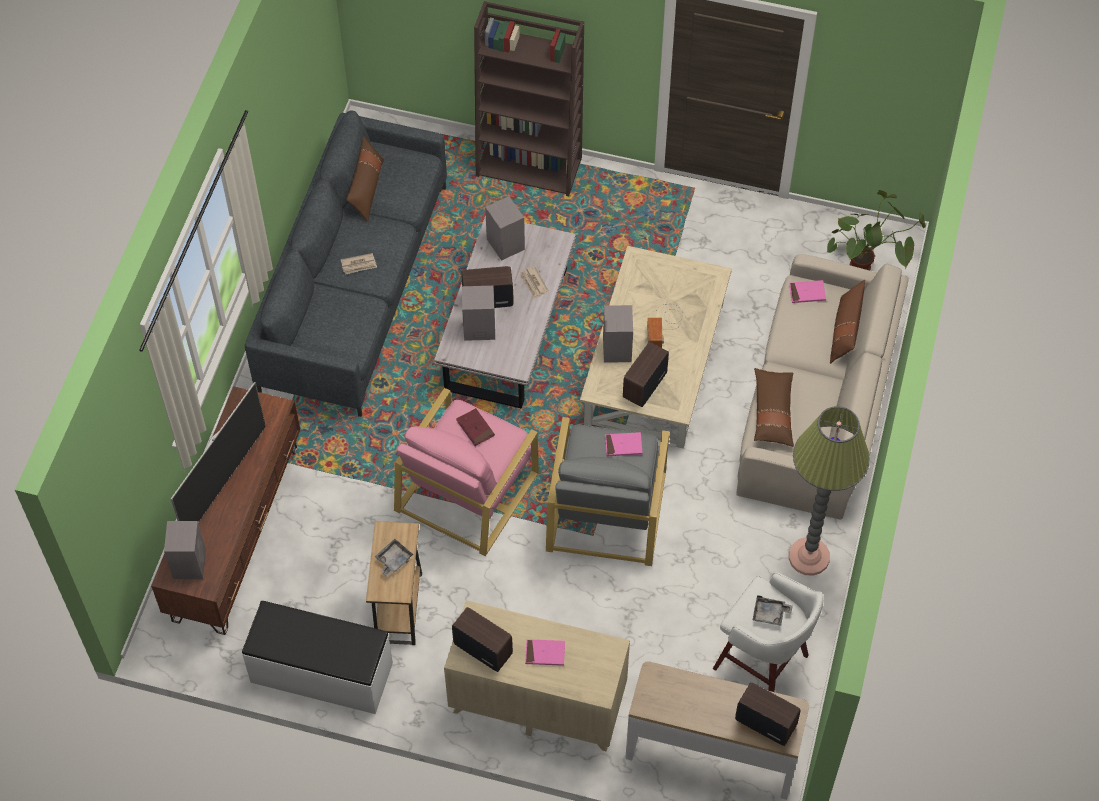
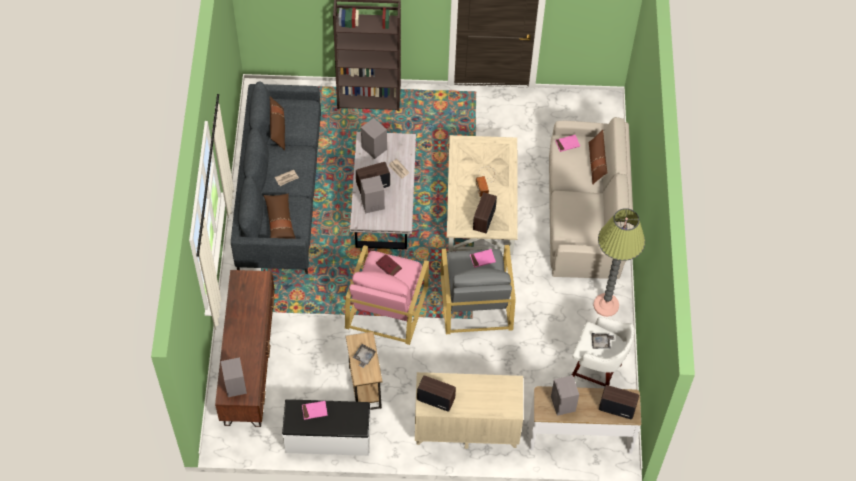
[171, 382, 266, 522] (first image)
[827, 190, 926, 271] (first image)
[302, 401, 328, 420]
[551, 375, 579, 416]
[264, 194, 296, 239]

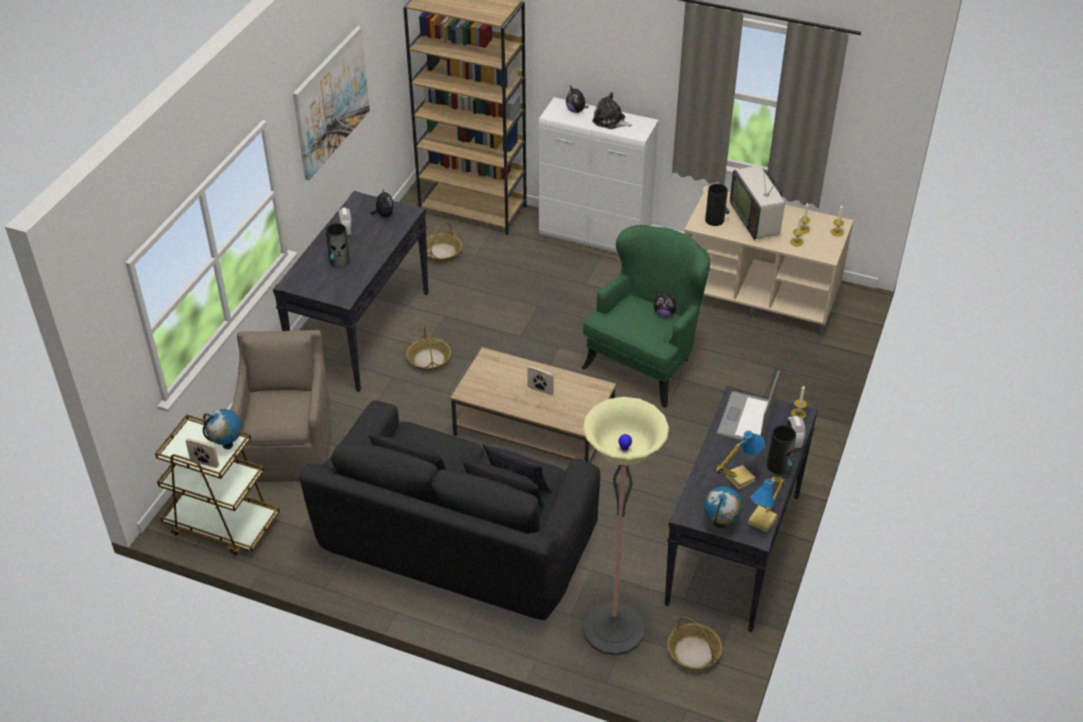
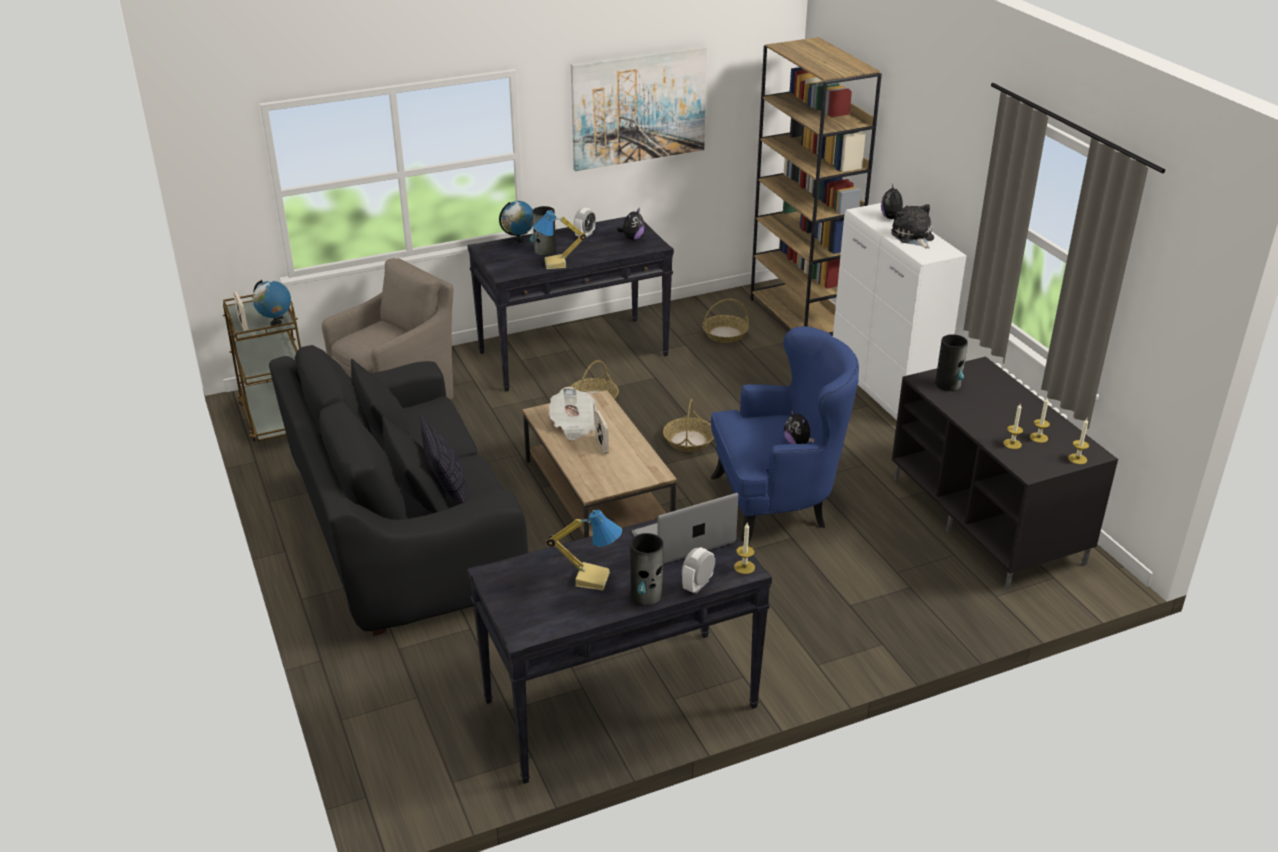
[583, 397, 669, 656] (first image)
[730, 158, 785, 240] (first image)
[548, 387, 597, 440]
[663, 399, 714, 452]
[499, 201, 533, 243]
[533, 210, 586, 269]
[711, 326, 859, 546]
[892, 357, 1118, 590]

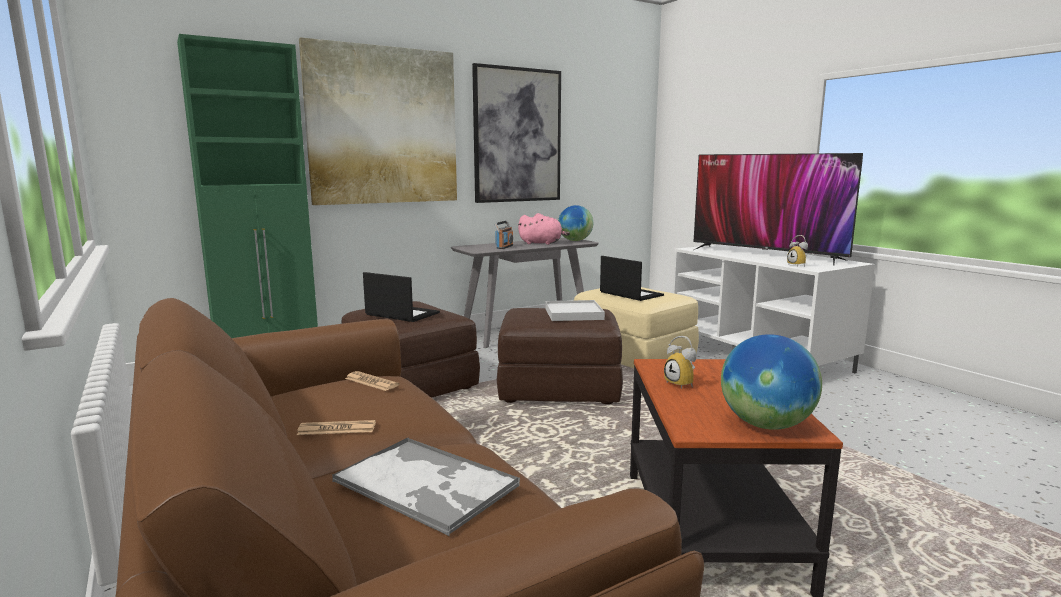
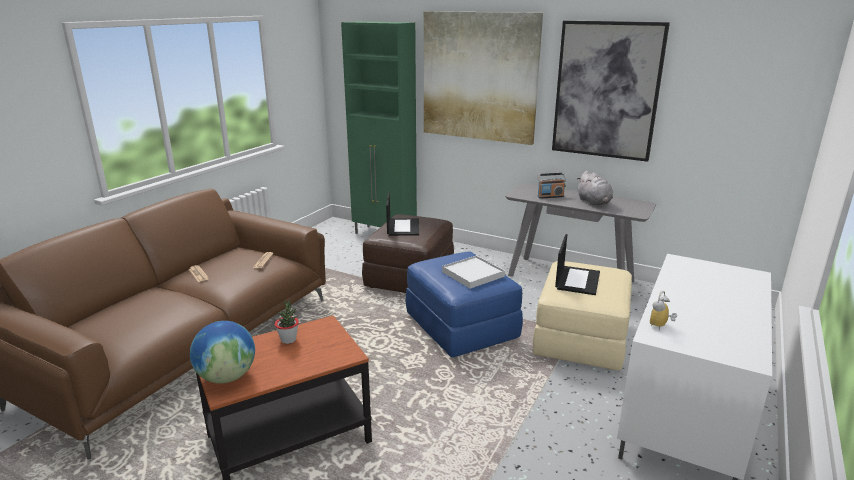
[332, 437, 520, 536] (first image)
[558, 205, 593, 241] (first image)
[693, 153, 863, 266] (first image)
[275, 300, 299, 344]
[405, 252, 523, 357]
[577, 171, 613, 206]

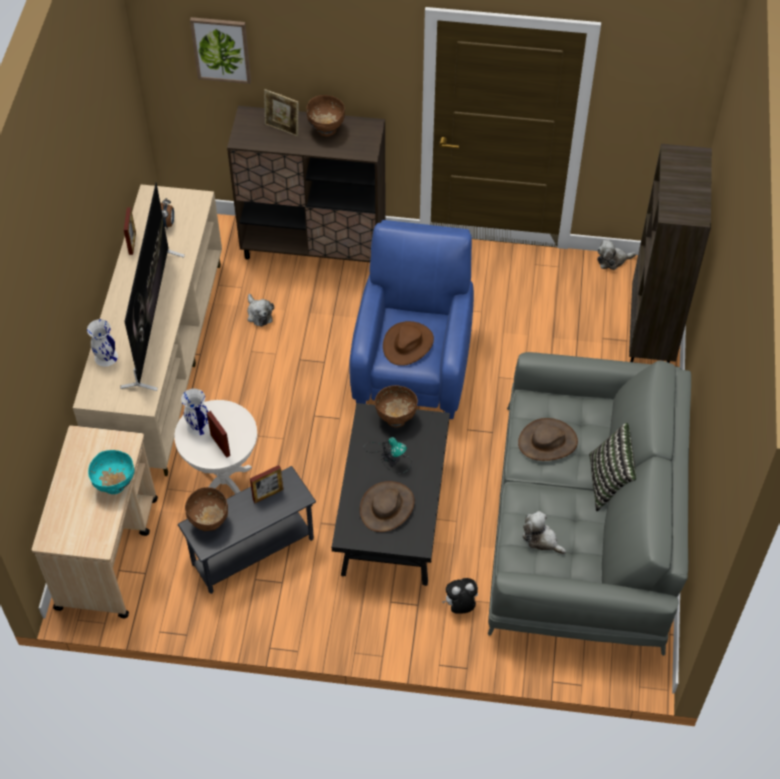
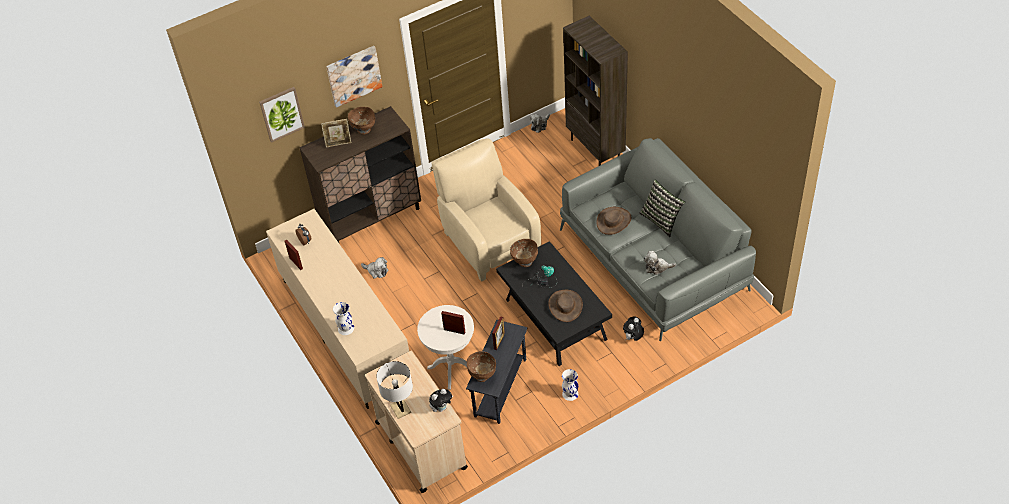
[88, 450, 134, 494] (first image)
[120, 182, 185, 391] (first image)
[383, 321, 434, 366] (first image)
[326, 46, 382, 108]
[376, 361, 413, 419]
[429, 389, 453, 412]
[562, 369, 578, 401]
[432, 138, 541, 282]

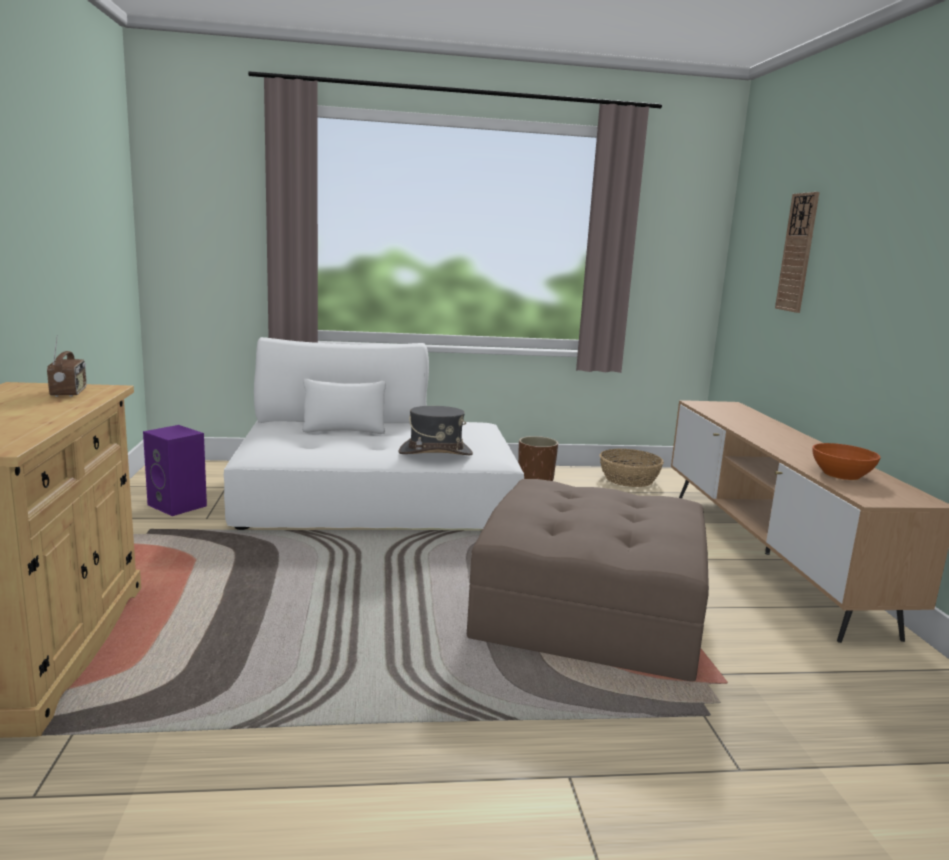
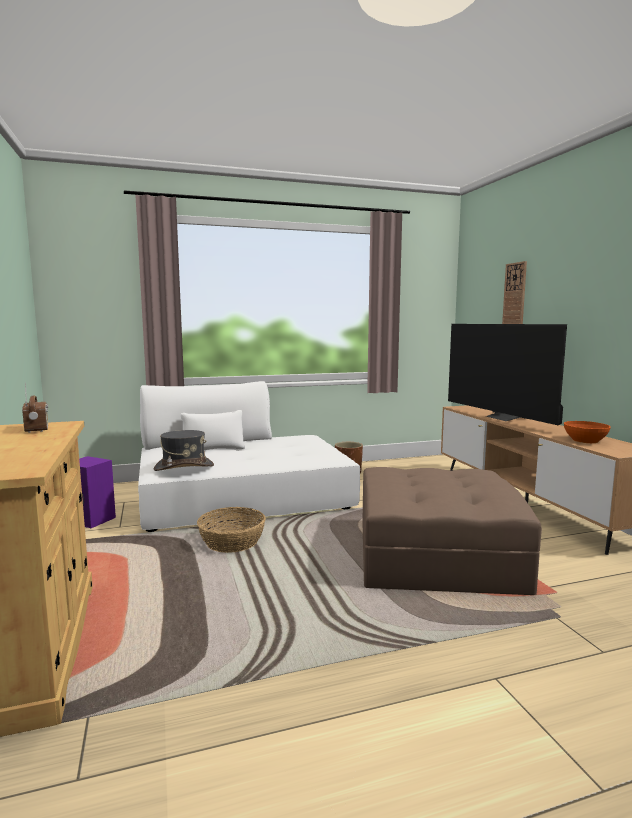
[448, 324, 567, 425]
[154, 430, 214, 471]
[197, 507, 266, 553]

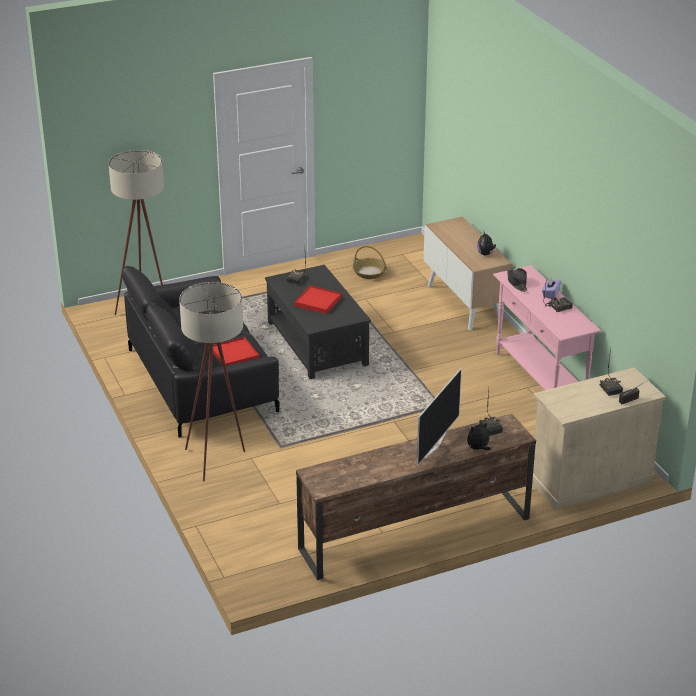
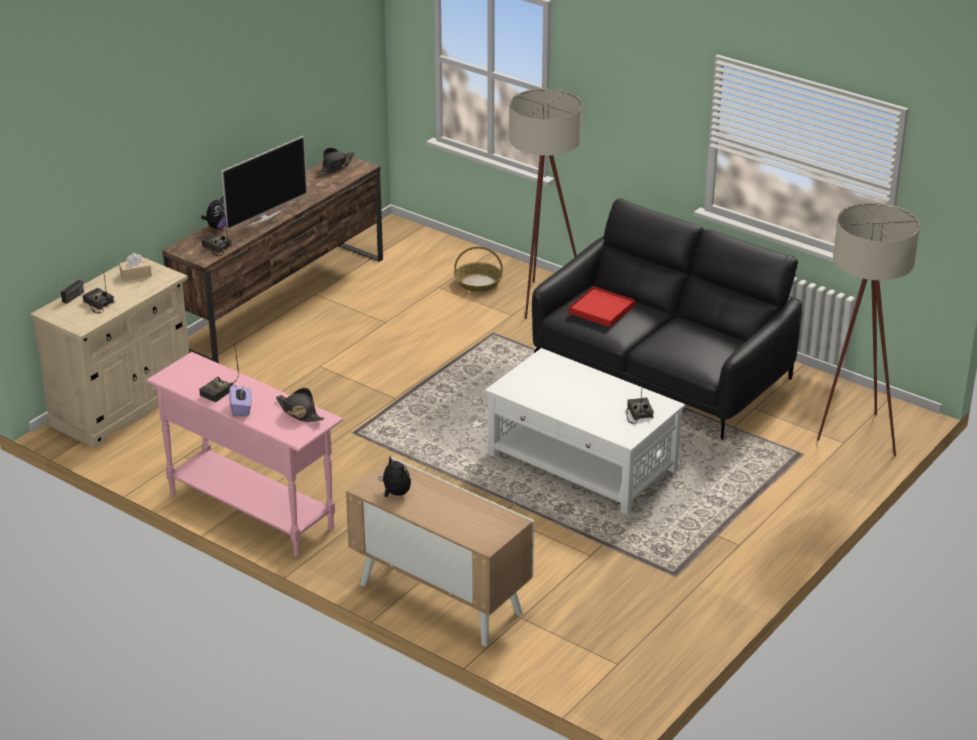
[294, 285, 342, 314] (first image)
[119, 253, 152, 281]
[316, 148, 355, 175]
[454, 246, 503, 292]
[485, 348, 685, 514]
[221, 136, 307, 230]

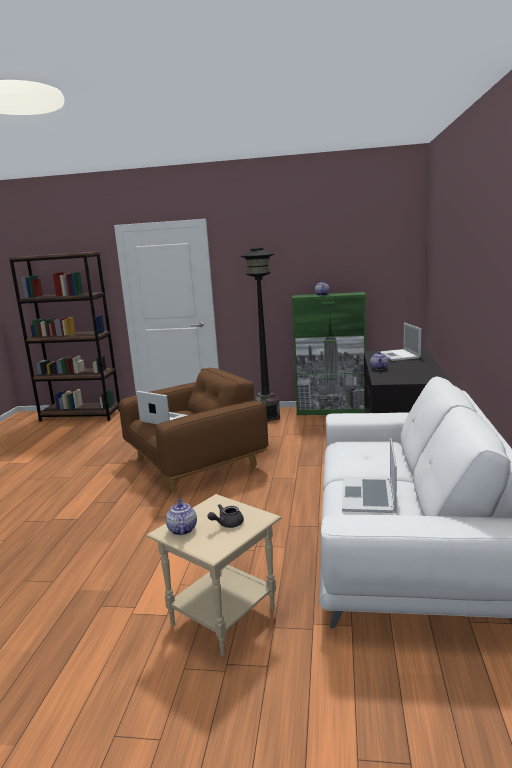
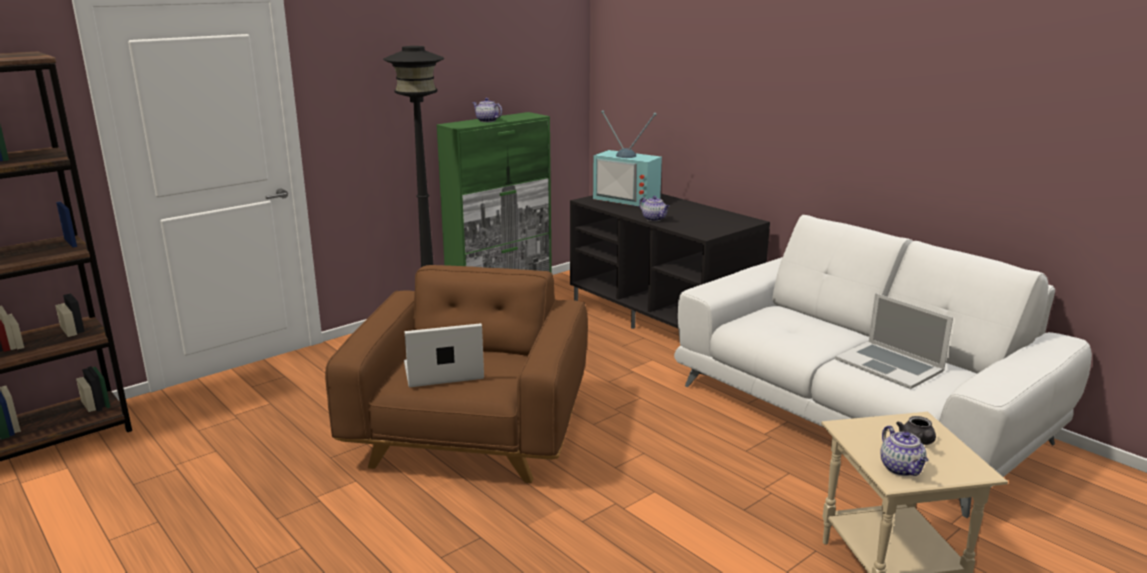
[593, 110, 662, 207]
[880, 425, 928, 476]

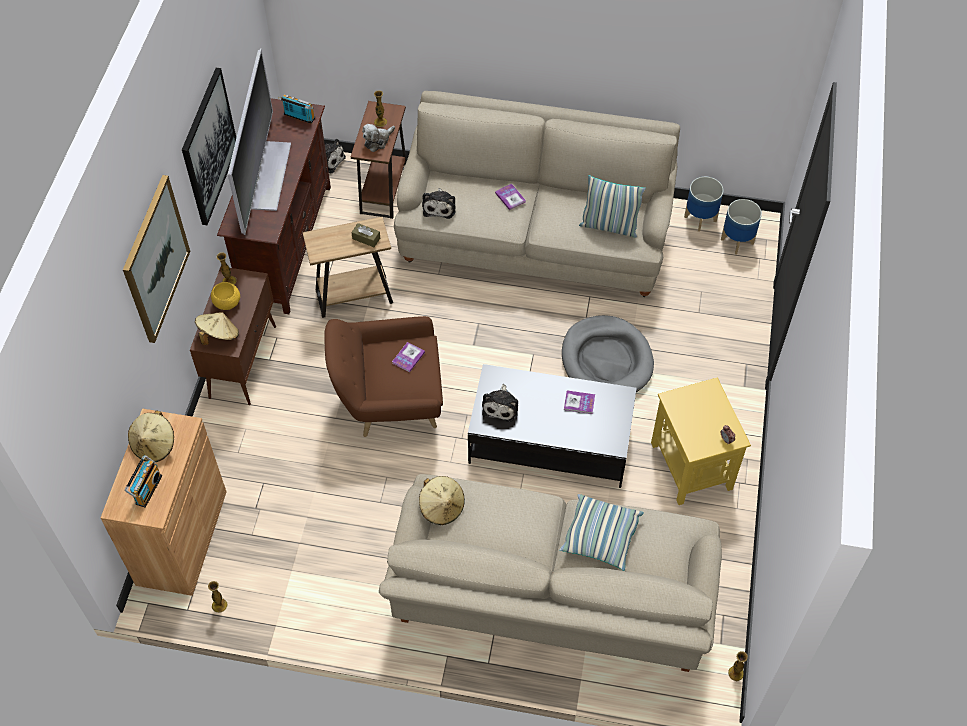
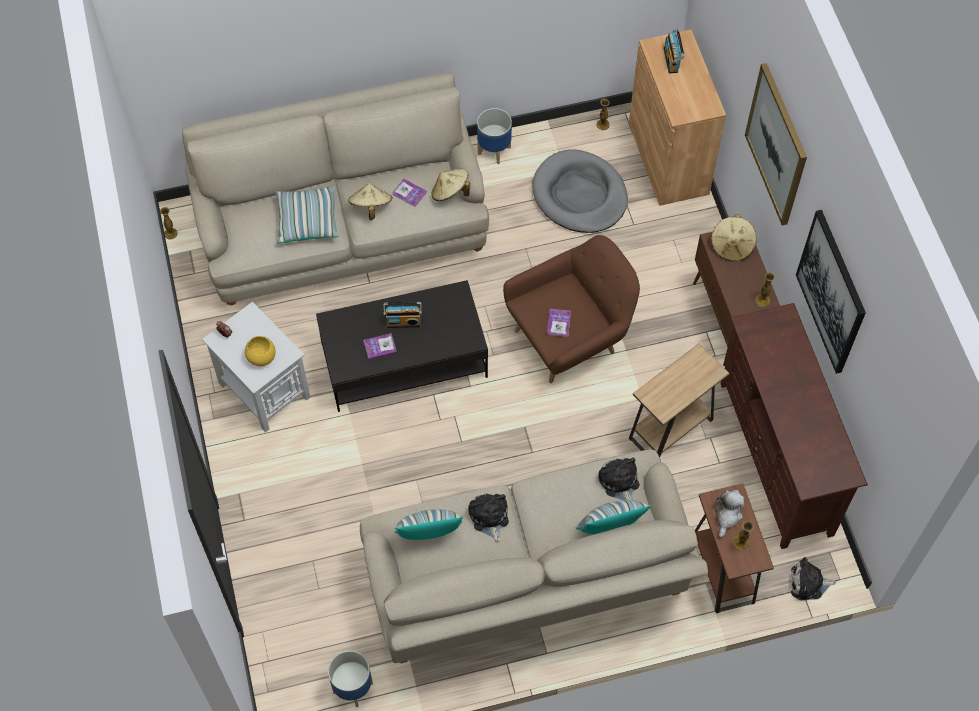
[228, 49, 291, 235] (first image)
[352, 223, 380, 247] (first image)
[576, 500, 651, 534]
[348, 183, 393, 220]
[245, 336, 276, 366]
[384, 302, 422, 328]
[468, 494, 509, 543]
[392, 179, 427, 207]
[532, 149, 628, 233]
[477, 108, 512, 164]
[202, 302, 310, 433]

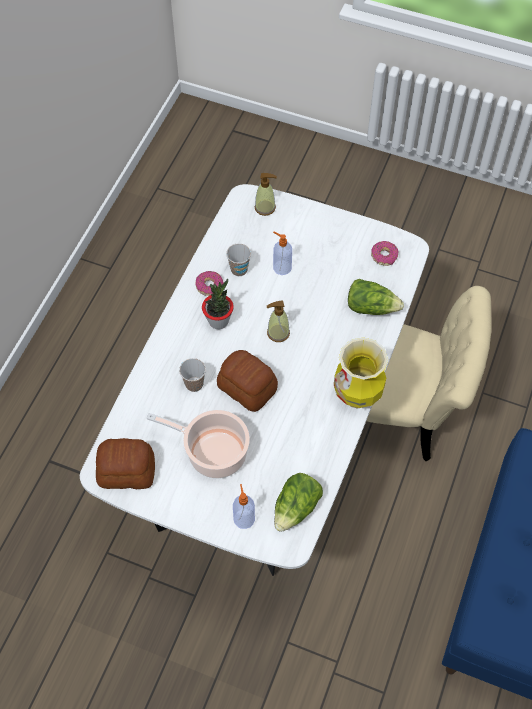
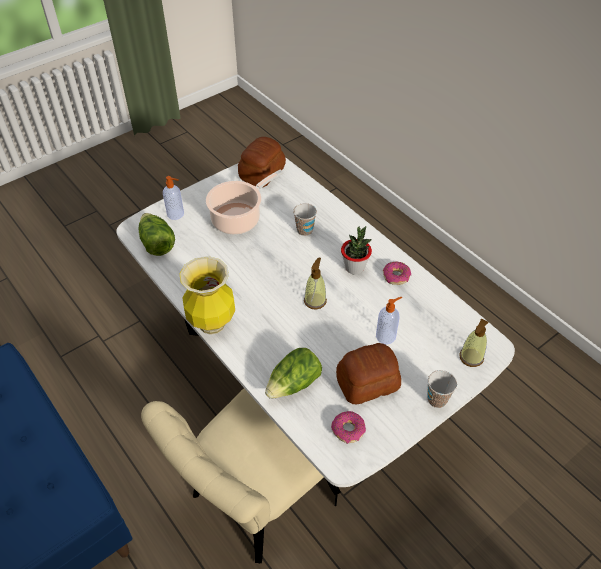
[336, 343, 401, 404]
[427, 370, 457, 408]

